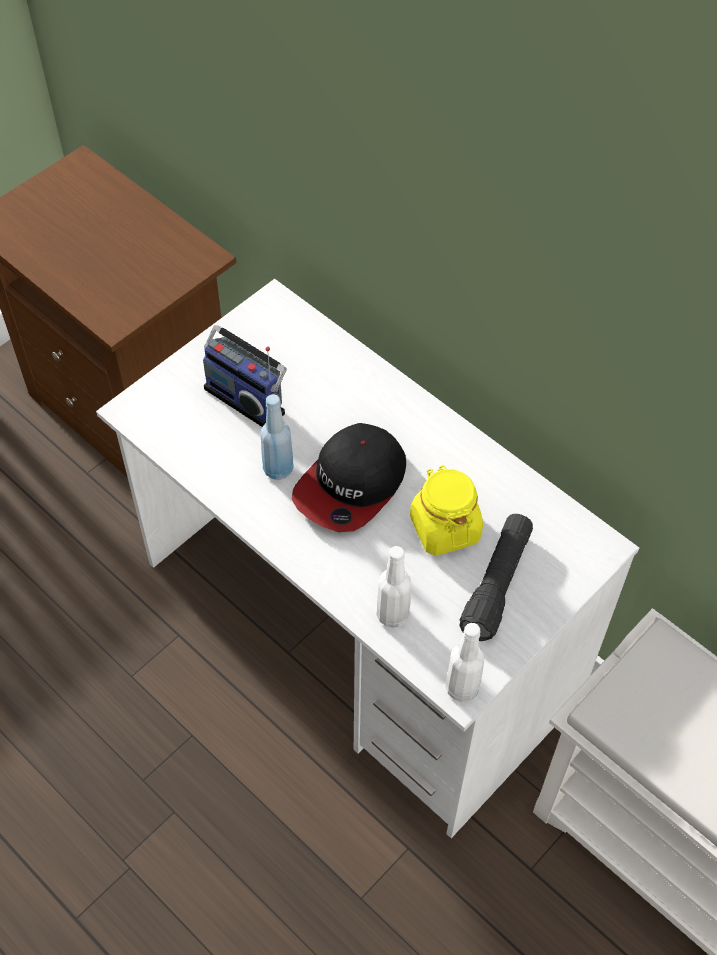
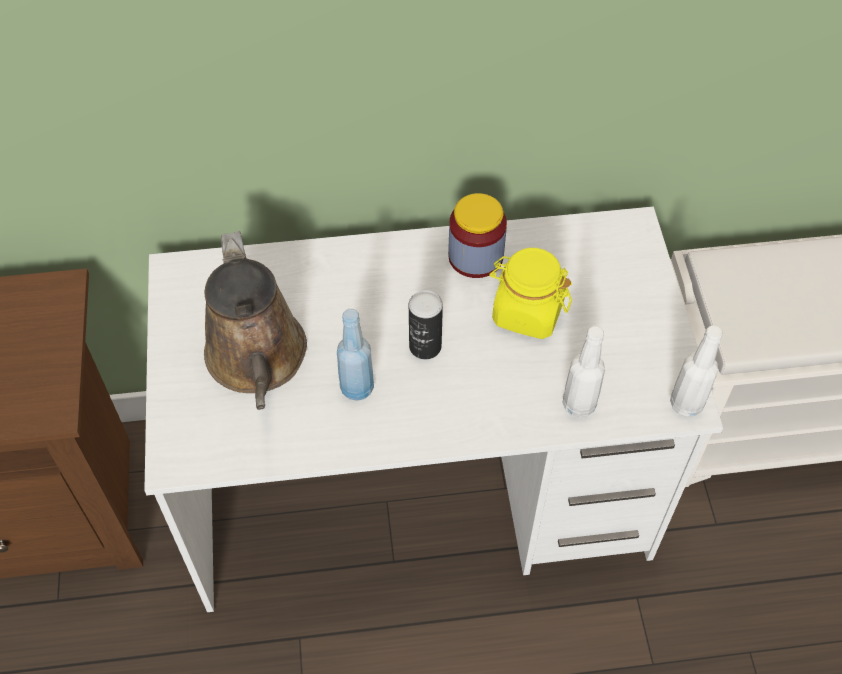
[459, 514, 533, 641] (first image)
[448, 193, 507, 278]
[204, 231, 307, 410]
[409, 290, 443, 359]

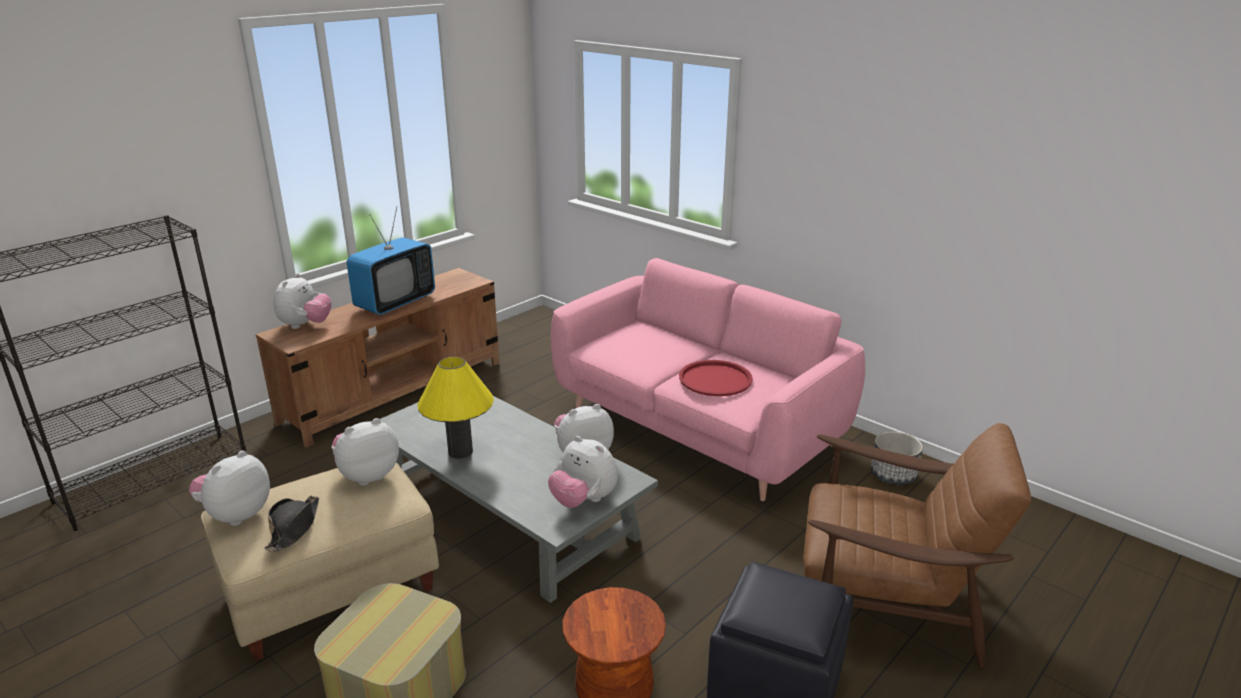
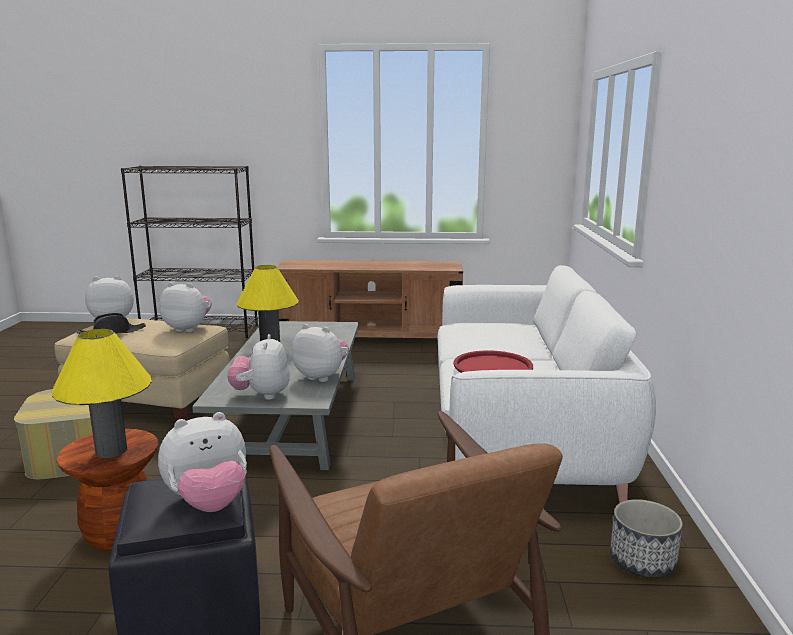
[347, 206, 435, 315] (first image)
[51, 329, 152, 458]
[158, 412, 247, 512]
[438, 265, 656, 503]

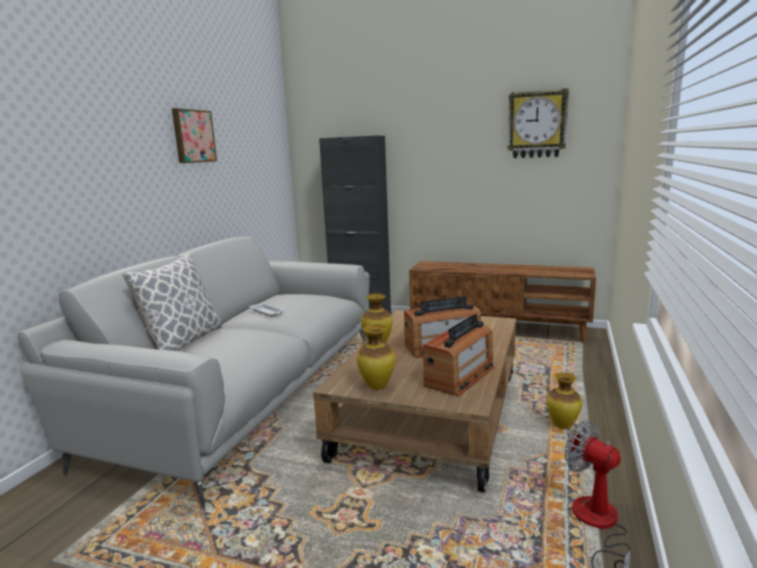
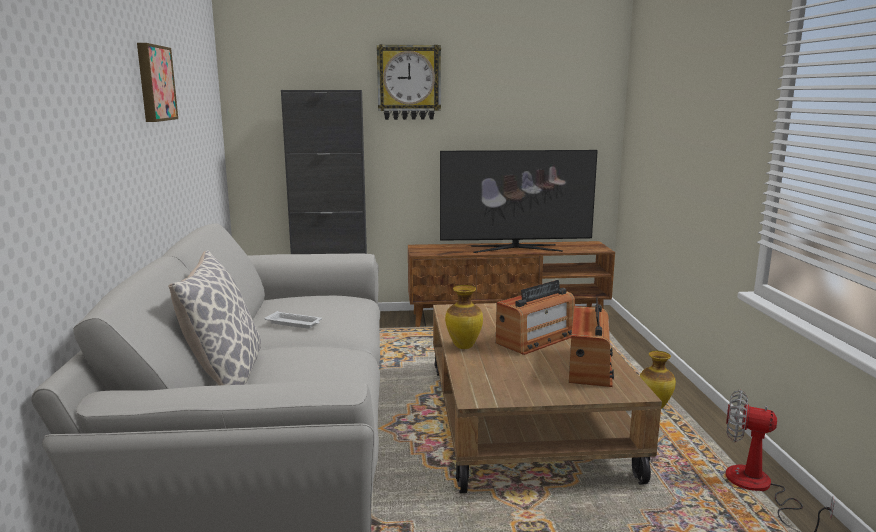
[357, 325, 395, 390] (first image)
[440, 150, 598, 253]
[377, 44, 441, 120]

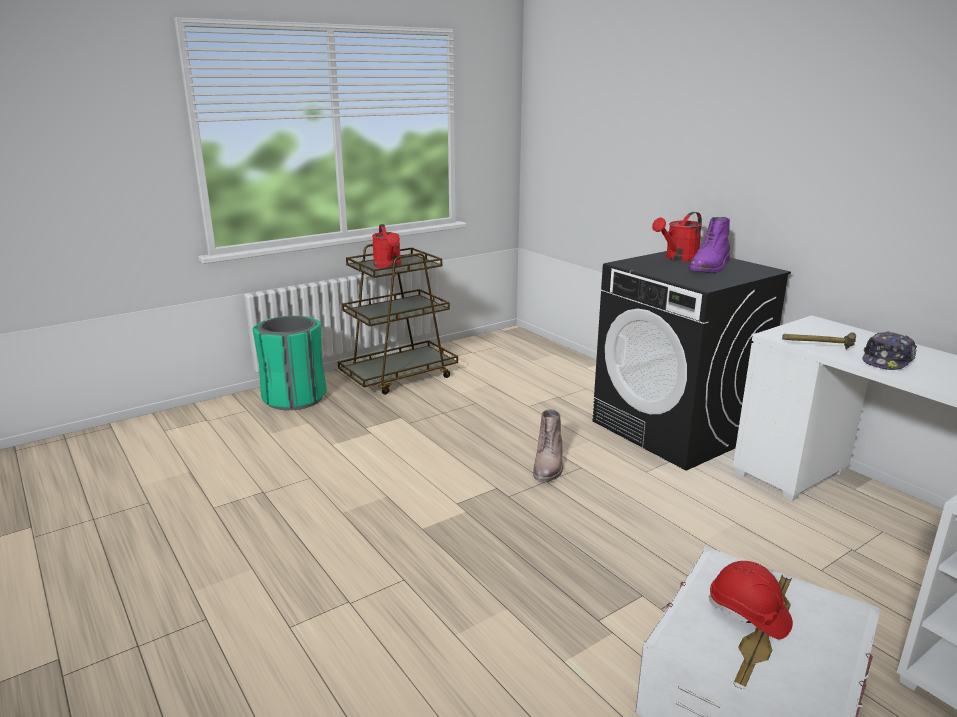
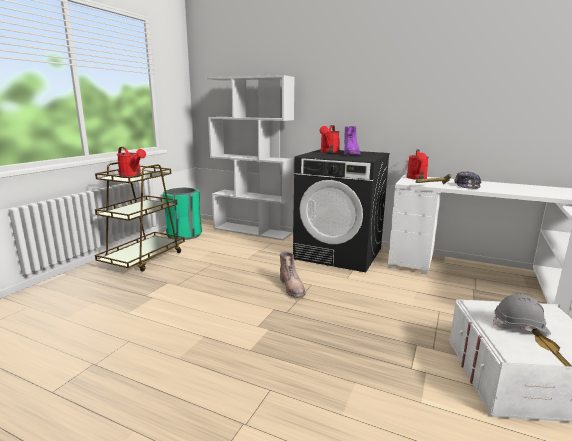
[206, 75, 295, 240]
[407, 150, 429, 180]
[163, 188, 202, 240]
[493, 294, 551, 335]

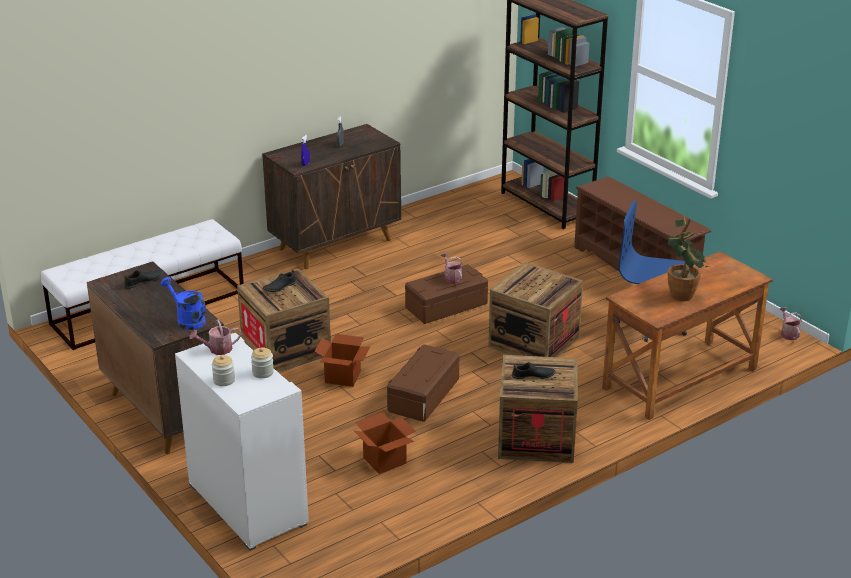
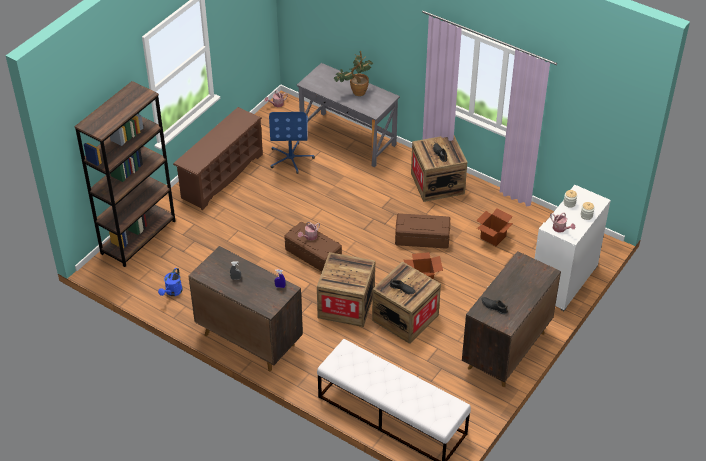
[158, 268, 183, 296]
[317, 252, 375, 327]
[297, 63, 400, 167]

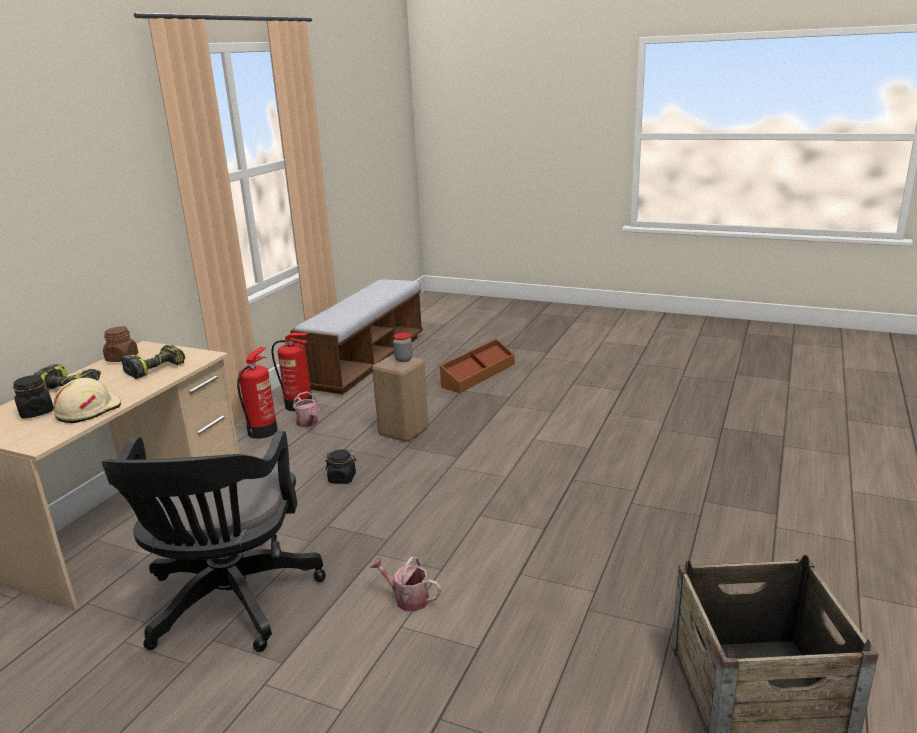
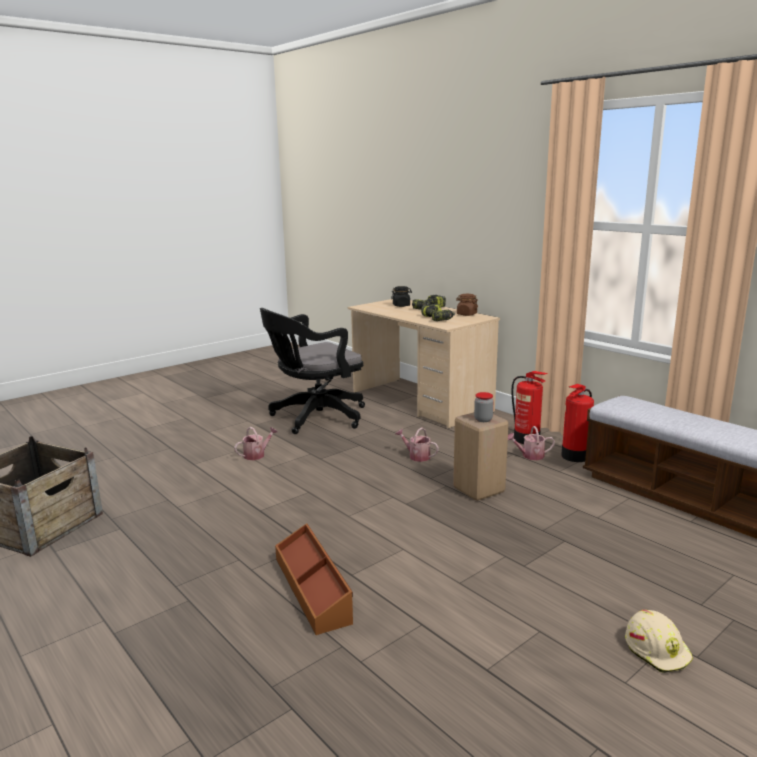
[625, 610, 693, 673]
[275, 523, 353, 635]
[395, 427, 439, 462]
[260, 308, 365, 434]

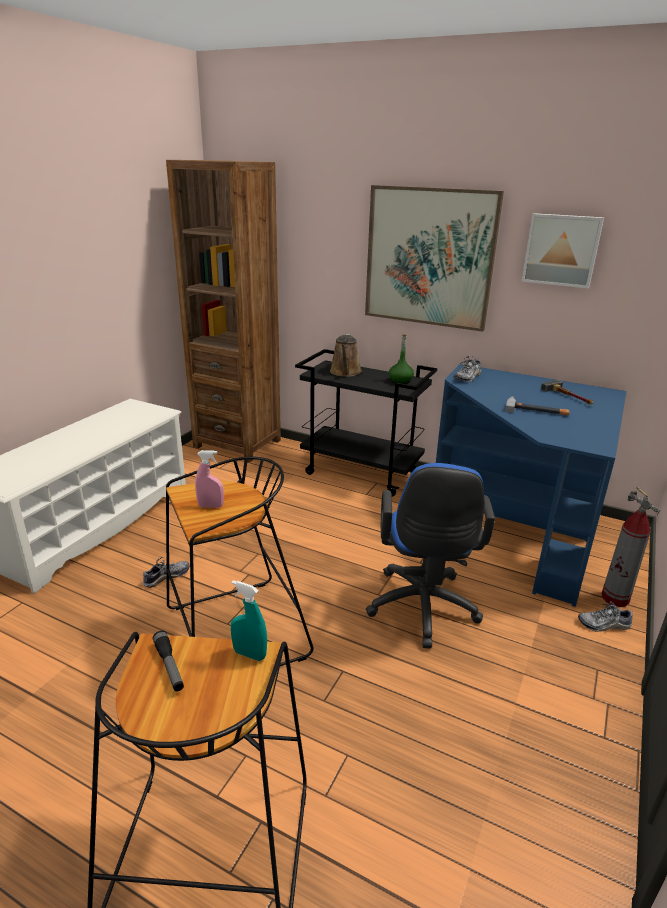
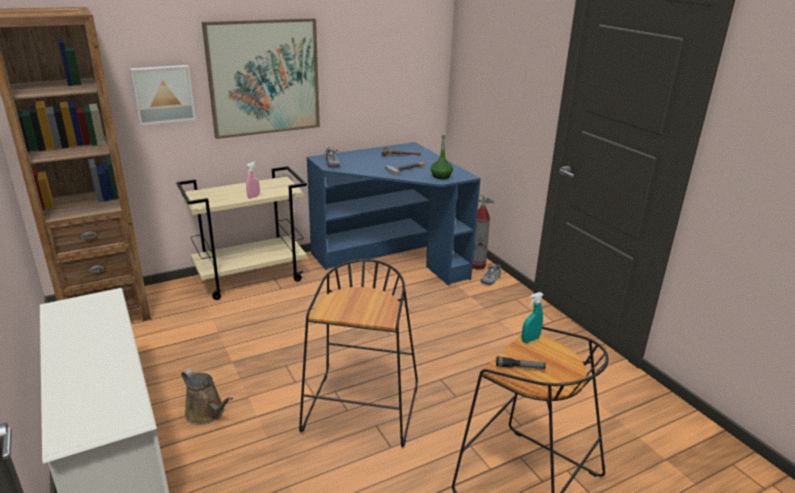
[143, 557, 190, 588] (first image)
[366, 463, 495, 649] (first image)
[246, 162, 260, 199]
[181, 368, 233, 425]
[431, 135, 453, 179]
[130, 65, 196, 125]
[176, 166, 307, 300]

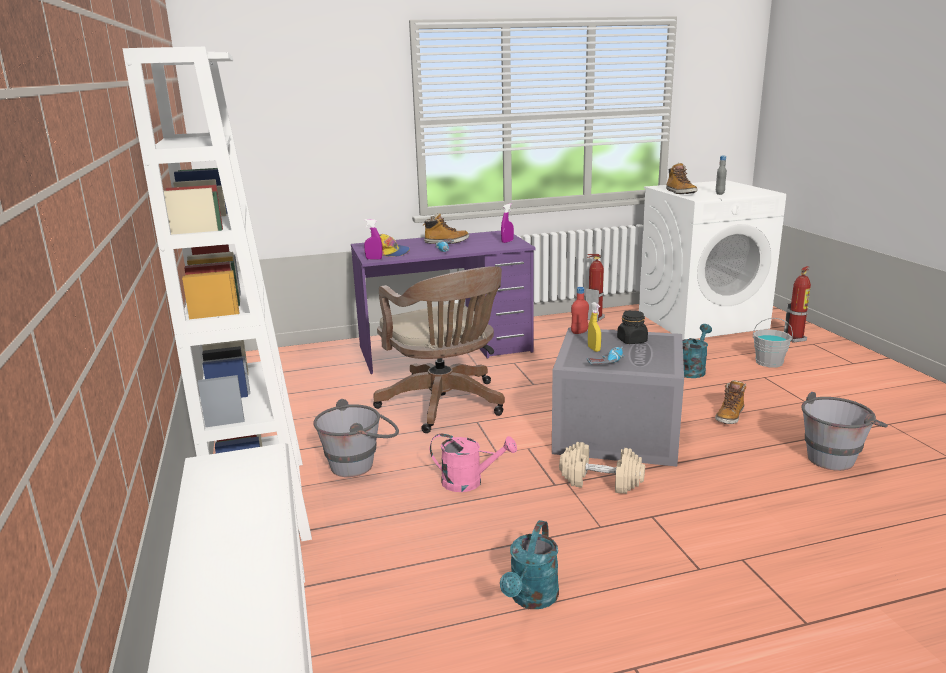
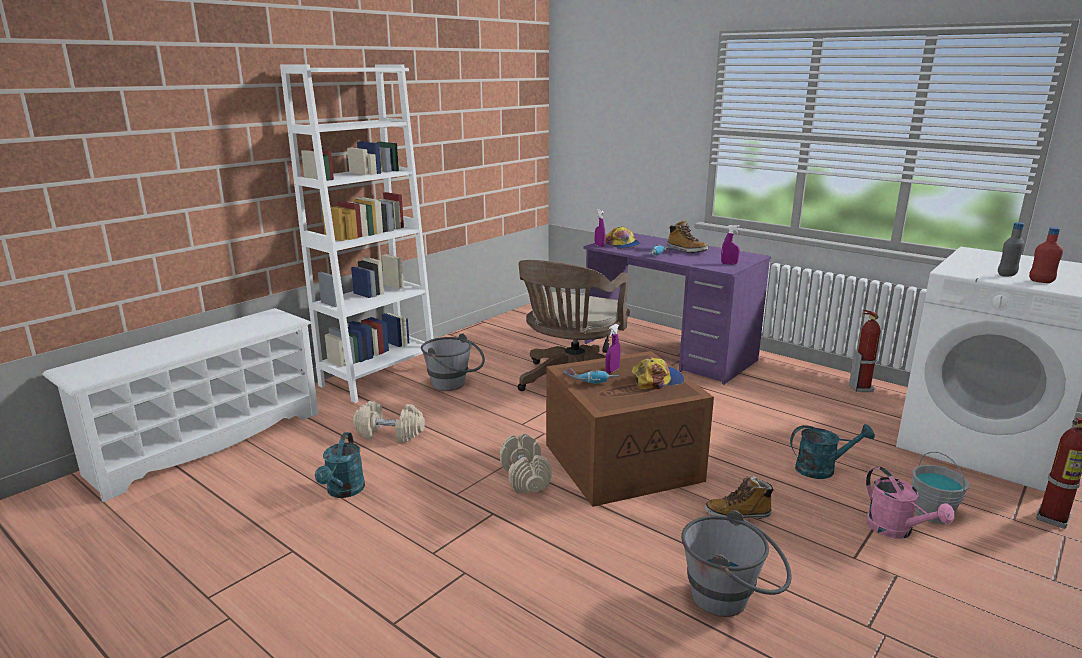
[666, 163, 698, 194] (first image)
[353, 401, 425, 442]
[866, 467, 954, 538]
[1029, 227, 1063, 283]
[632, 357, 684, 389]
[546, 351, 714, 507]
[606, 324, 620, 373]
[315, 432, 365, 498]

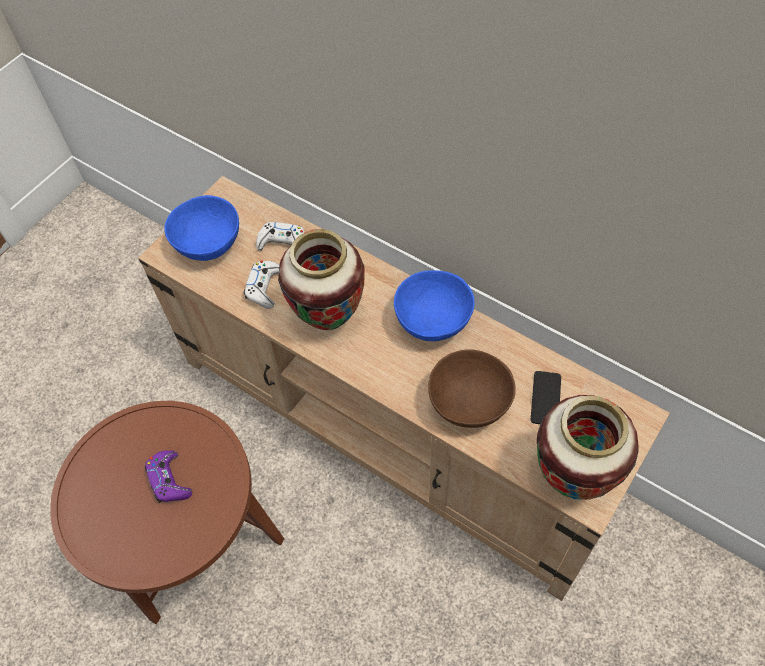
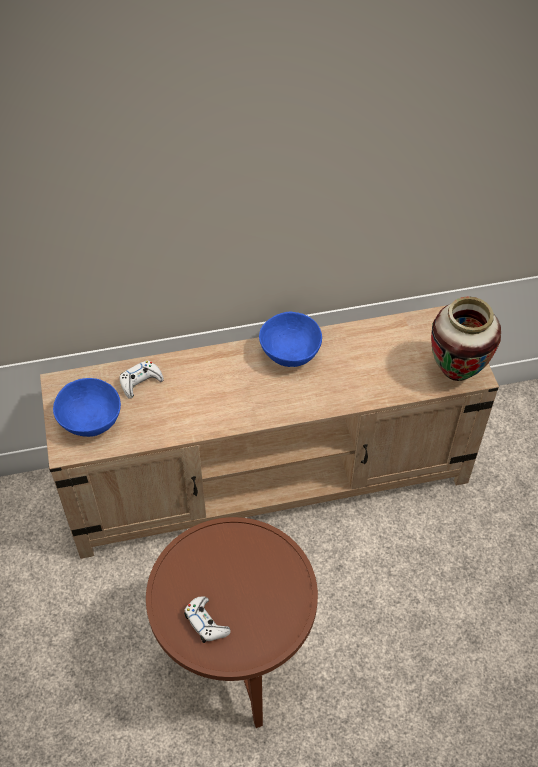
[145, 450, 192, 503] (first image)
[278, 229, 364, 330] (first image)
[428, 349, 516, 428] (first image)
[531, 371, 561, 424] (first image)
[184, 596, 231, 643]

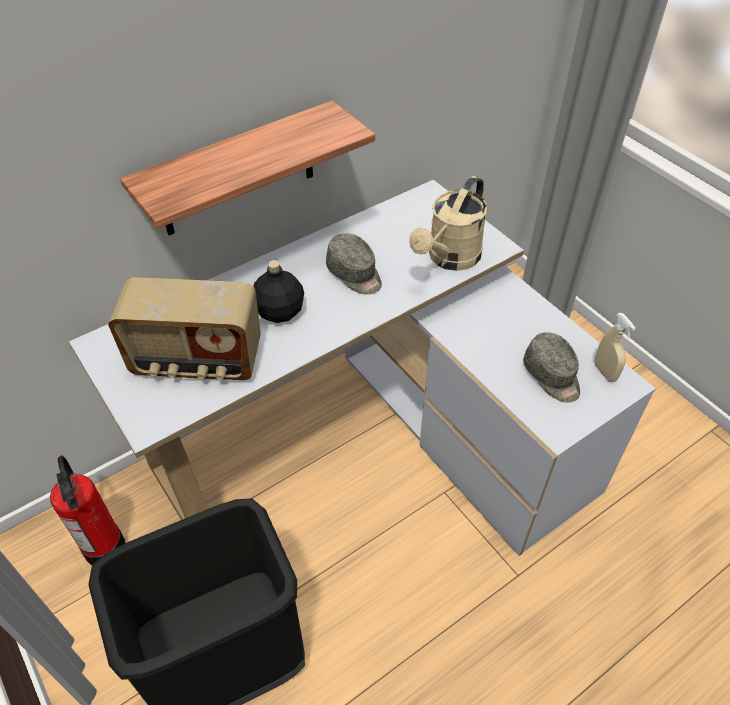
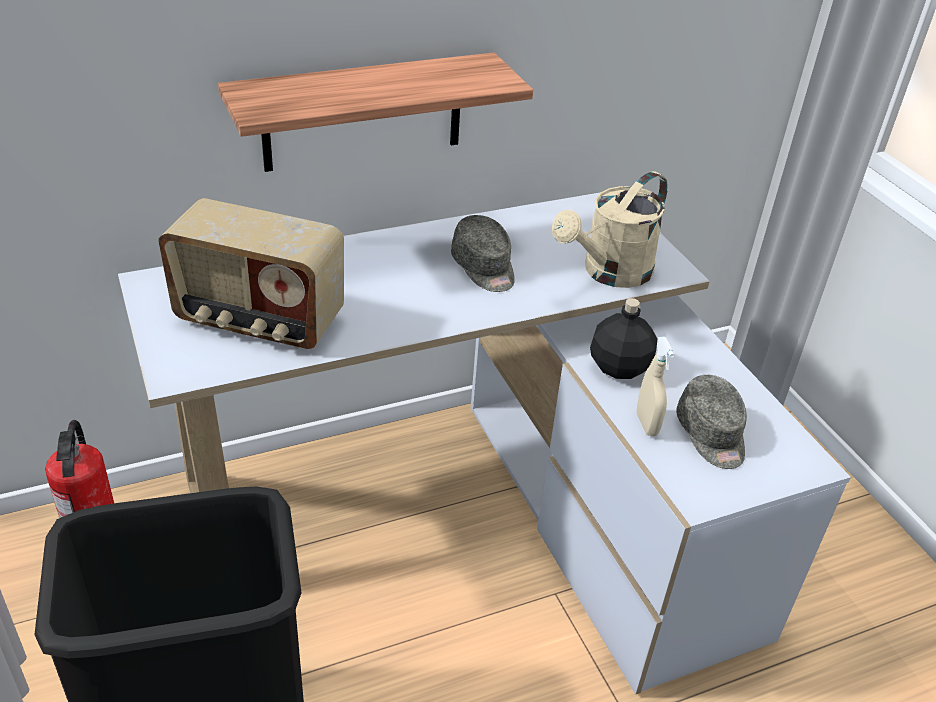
[590, 298, 657, 379]
[637, 337, 674, 436]

